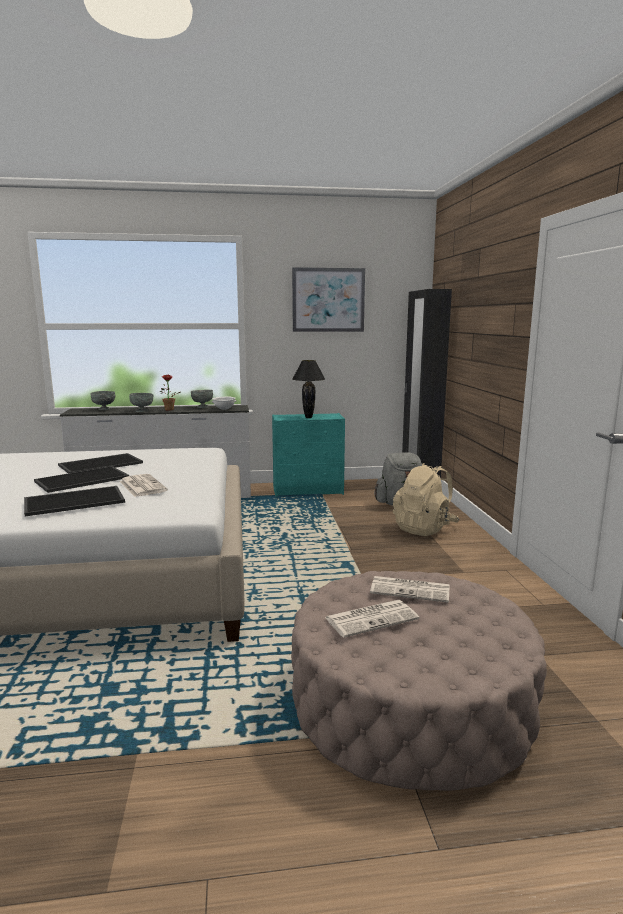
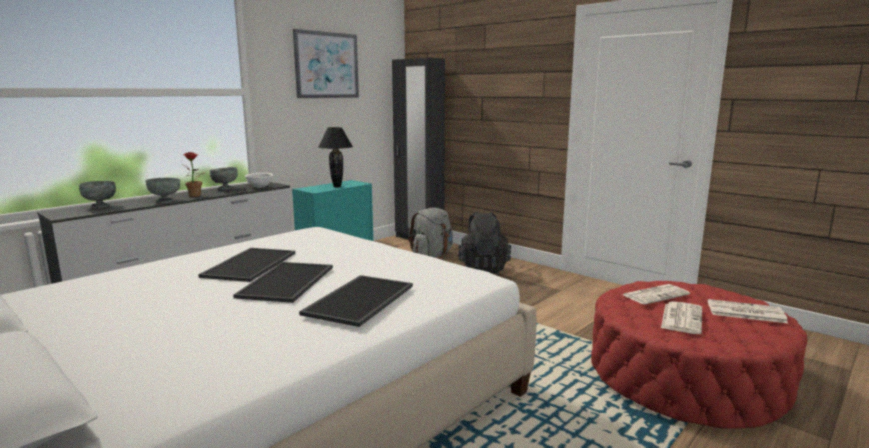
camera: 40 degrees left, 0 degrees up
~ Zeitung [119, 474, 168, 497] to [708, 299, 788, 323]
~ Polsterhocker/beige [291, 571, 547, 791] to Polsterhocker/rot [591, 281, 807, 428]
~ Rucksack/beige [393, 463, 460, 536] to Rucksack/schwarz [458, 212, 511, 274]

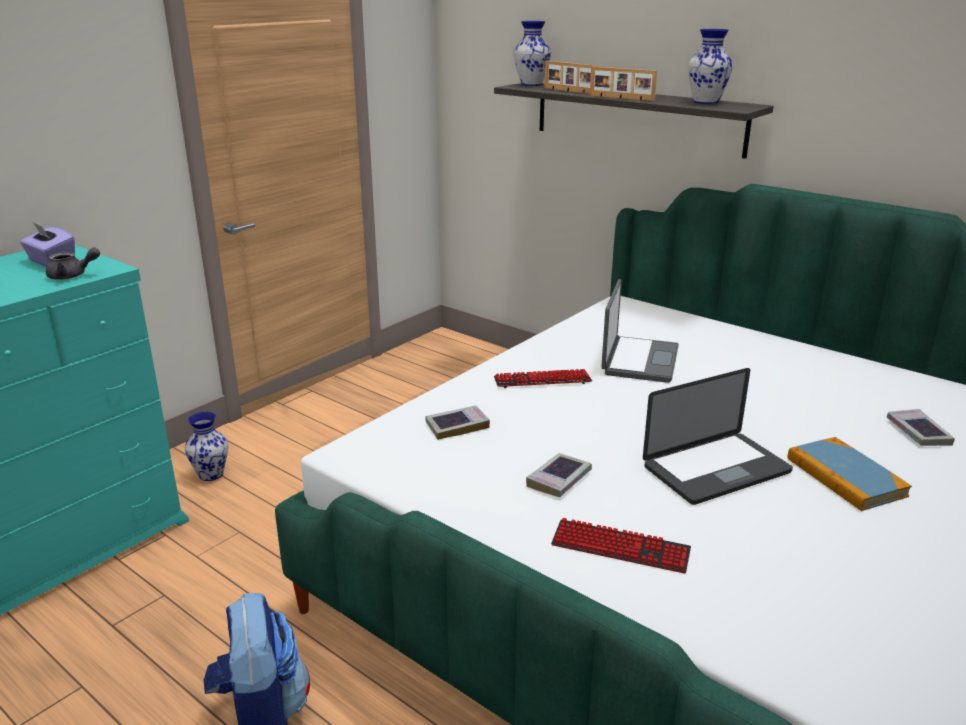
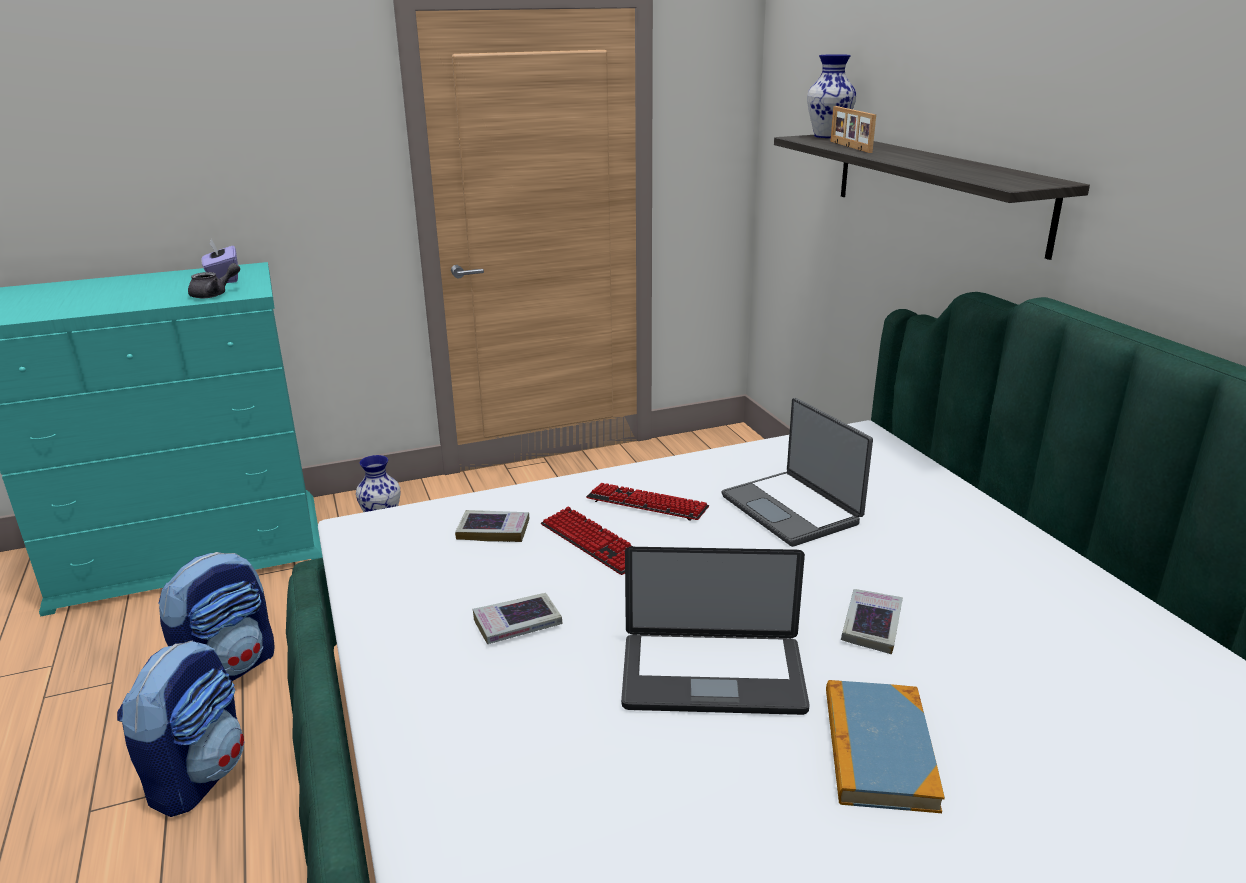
camera: 30 degrees right, 0 degrees up
- Bilderrahmen [590, 66, 657, 101]
- Vase [688, 29, 733, 104]
+ Rucksack [158, 552, 275, 681]
~ Tastatur [551, 518, 691, 574] to [541, 506, 633, 575]
~ Buch [886, 409, 955, 446] to [841, 589, 903, 654]
~ Teekanne/grau [46, 247, 100, 280] = [188, 263, 240, 298] 60 degrees counterclockwise
~ Laptop [601, 279, 679, 383] = [722, 398, 873, 547] 105 degrees clockwise

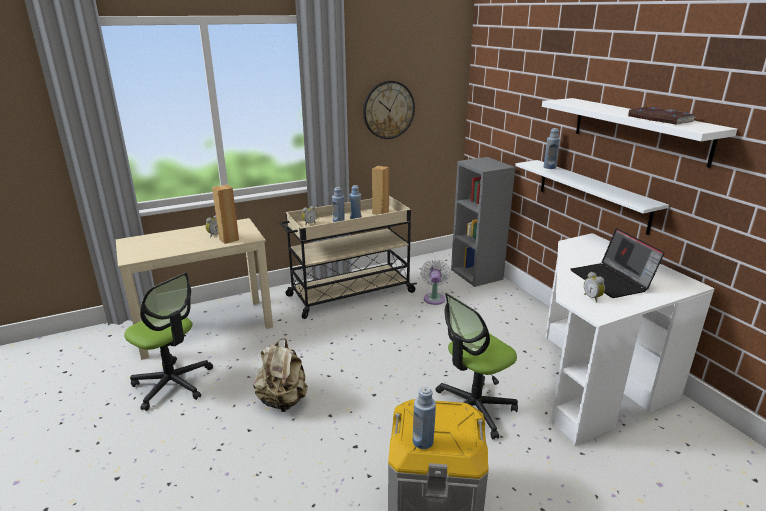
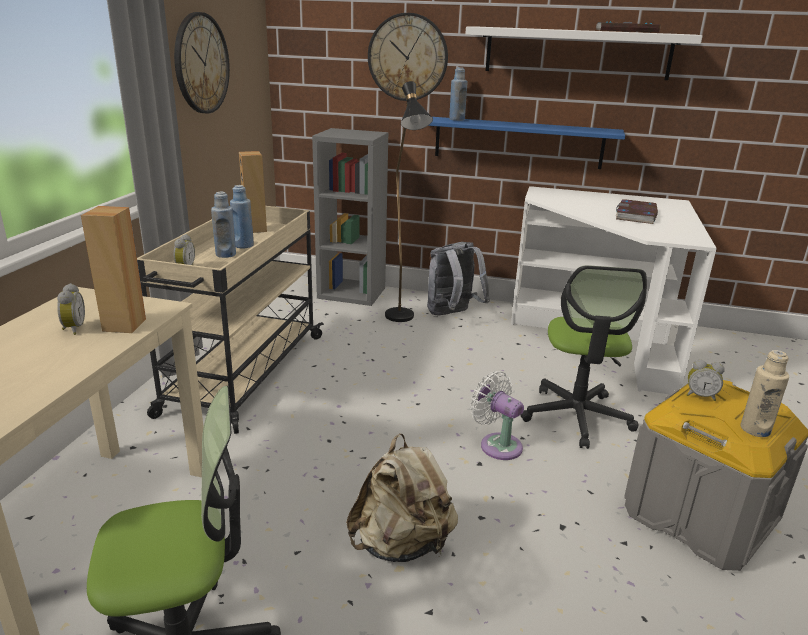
camera: 50 degrees left, 0 degrees up
+ Wanduhr [368, 13, 448, 101]
+ Stehlampe/schwarz [385, 81, 433, 322]
+ Rucksack/grau [427, 242, 490, 316]
~ Ventilator/weiß [421, 259, 450, 305] to [470, 371, 524, 460]
~ Wecker [584, 272, 605, 303] to [687, 359, 725, 401]
~ Laptop [571, 228, 665, 298] to Buch [616, 199, 658, 224]
~ Flasche/blau [413, 387, 436, 449] to Flasche/beige [741, 350, 789, 437]
~ Wandregal/weiß [515, 160, 669, 235] to Wandregal/blau [428, 117, 625, 169]

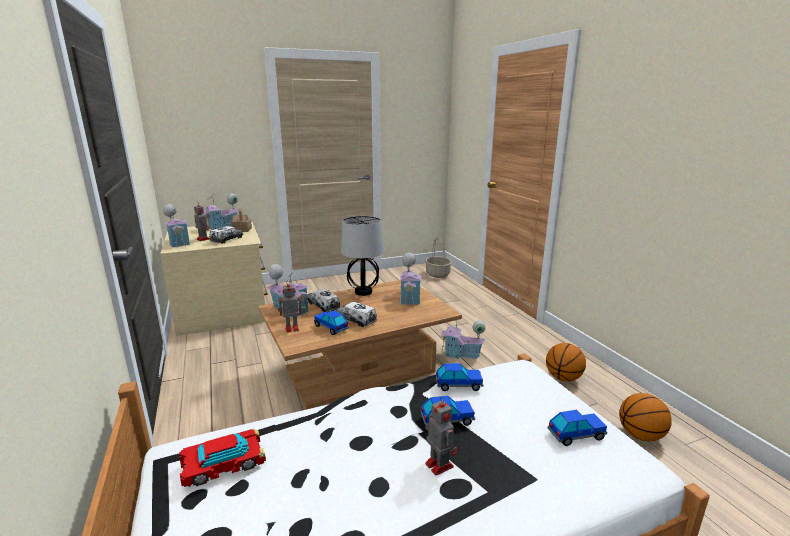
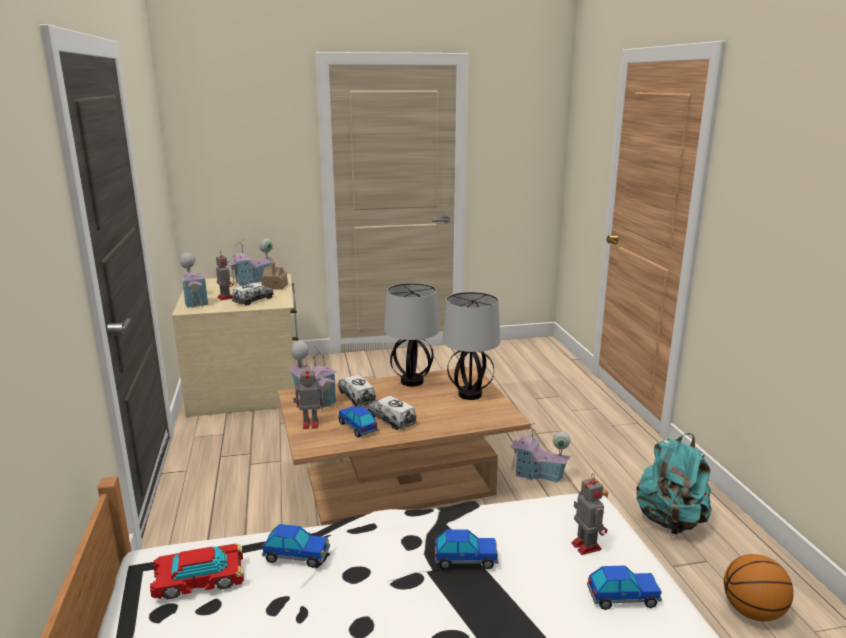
camera: 10 degrees right, 0 degrees up
- Korb [425, 237, 452, 278]
~ Spielzeugroboter [425, 397, 458, 476] to [571, 473, 607, 555]
~ Spielzeugauto [436, 363, 483, 391] to [262, 524, 330, 568]
~ Spielzeughaus [400, 253, 422, 307] to Tischlampe [442, 292, 501, 400]
~ Basketball [546, 343, 586, 381] to Rucksack/türkis [636, 433, 712, 534]

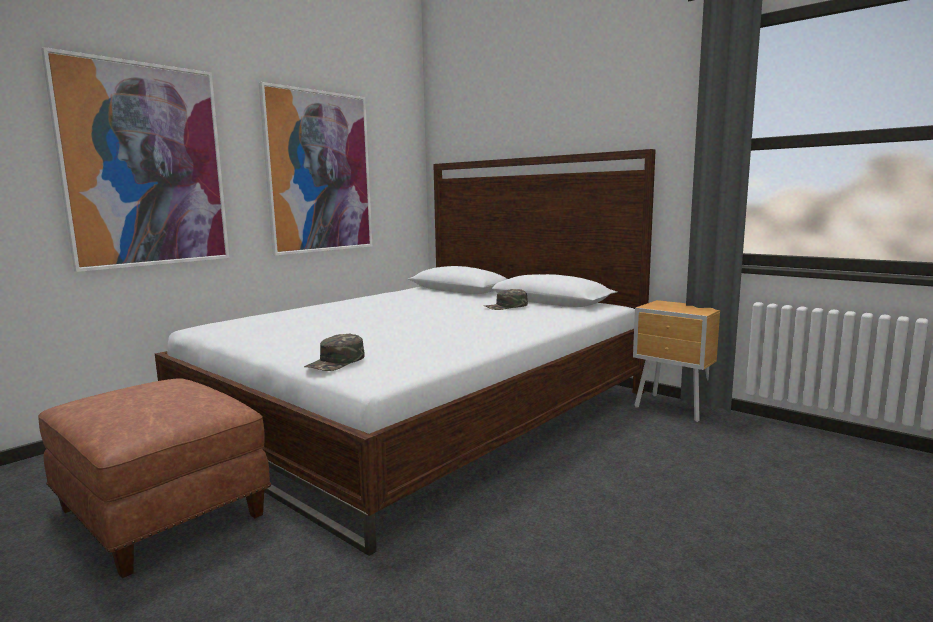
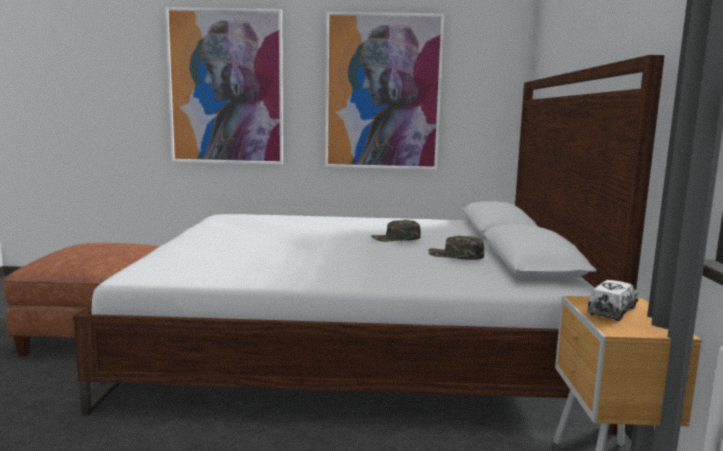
camera: 50 degrees right, 0 degrees up
+ Spielzeuglaster [587, 280, 638, 321]
~ Kappe/grün [304, 334, 365, 371] to [371, 220, 421, 242]

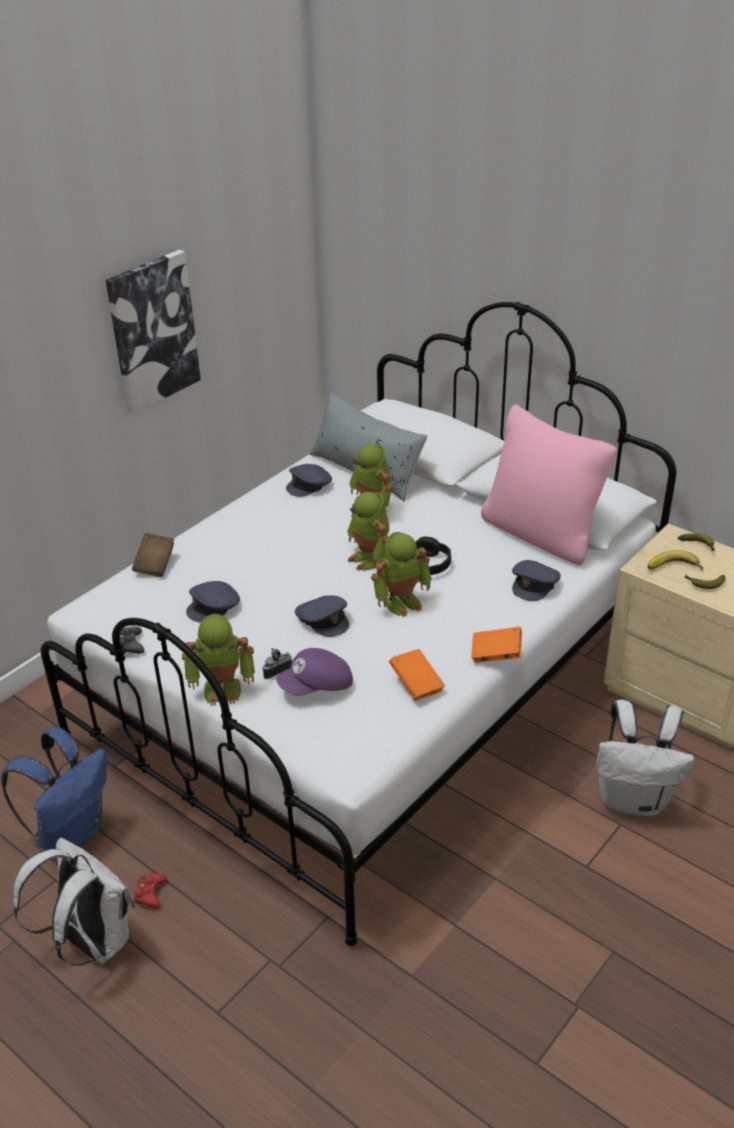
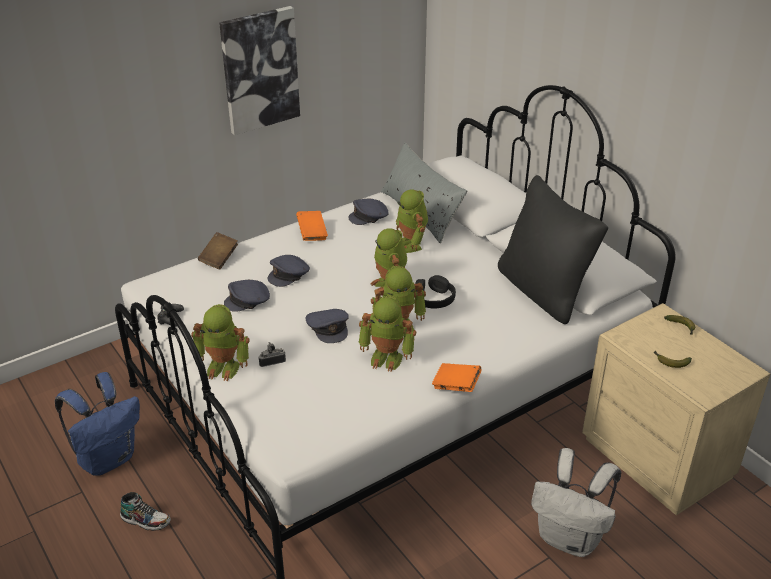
camera: 15 degrees right, 0 degrees up
- Rucksack/weiß [14, 838, 135, 966]
- Kappe/lila [277, 648, 353, 696]
- Banane [648, 550, 703, 570]
+ Spielzeugroboter [359, 296, 416, 372]
~ Buch/orange [389, 649, 445, 700] to [296, 211, 328, 241]
~ Kappe/grau [512, 560, 561, 601] to [267, 255, 310, 287]
~ Gamepad/rot [134, 874, 167, 908] to Schuh [120, 492, 171, 531]
~ Kissen/rosa [481, 405, 617, 565] to Kissen/schwarz [498, 175, 608, 324]

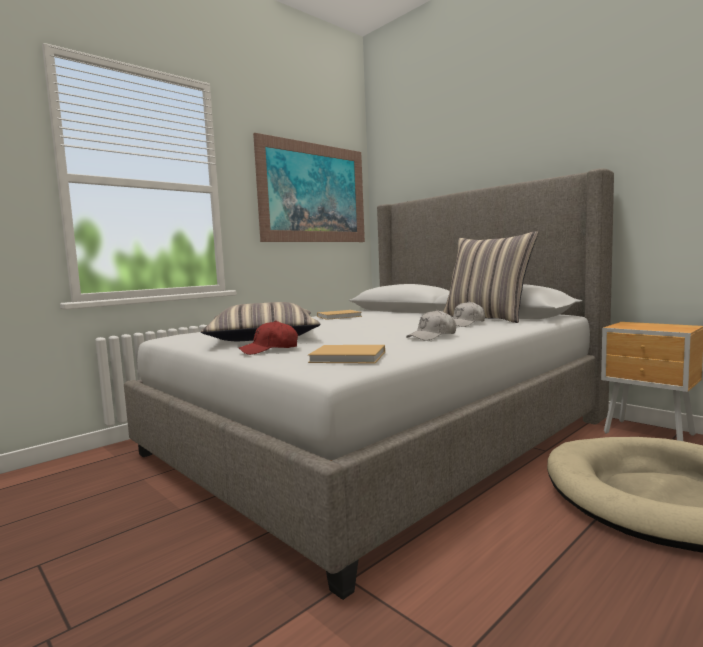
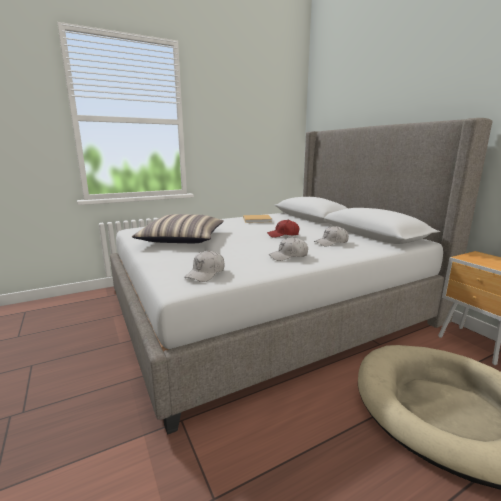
camera: 15 degrees right, 10 degrees up
- Bild [253, 133, 365, 242]
- Kissen [443, 231, 538, 323]
~ Kappe/rot [238, 321, 298, 355] to [267, 220, 299, 238]
~ Buch/beige [308, 345, 385, 364] to Kappe/weiß [184, 250, 224, 282]

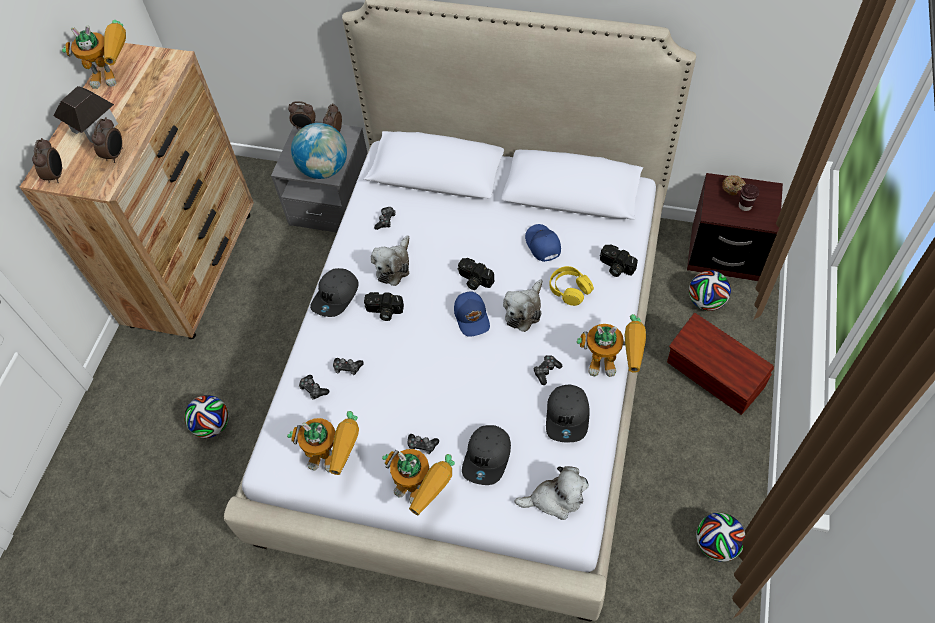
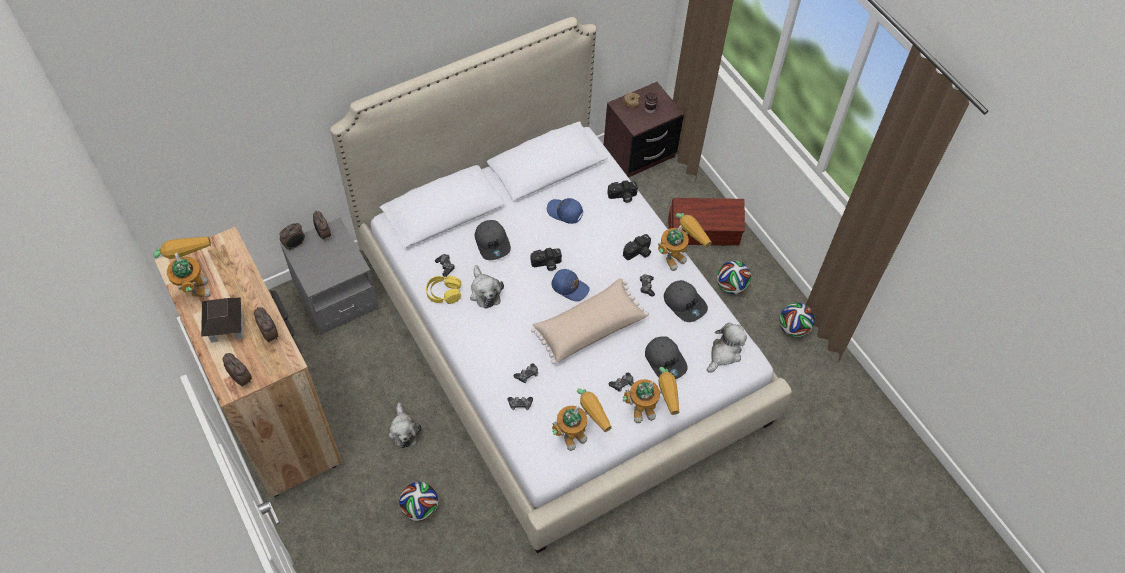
camera: 50 degrees left, 0 degrees up
- Globus [291, 123, 347, 179]
+ Kissen/beige [531, 278, 649, 364]
~ Kappe/grau [310, 268, 359, 317] to [475, 220, 511, 260]
~ Kamera [364, 292, 404, 321] to [623, 234, 651, 260]
~ Plüschtier [503, 279, 543, 332] to [389, 403, 421, 448]
~ Kopfhörer/gelb [550, 266, 594, 306] to [426, 276, 461, 304]
~ Fußball [689, 270, 731, 311] to [717, 261, 751, 295]
~ Spielzeugroboter [62, 20, 126, 89] = [153, 236, 211, 298] 60 degrees counterclockwise

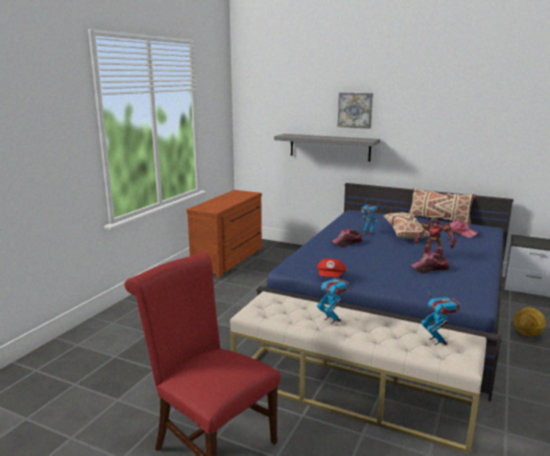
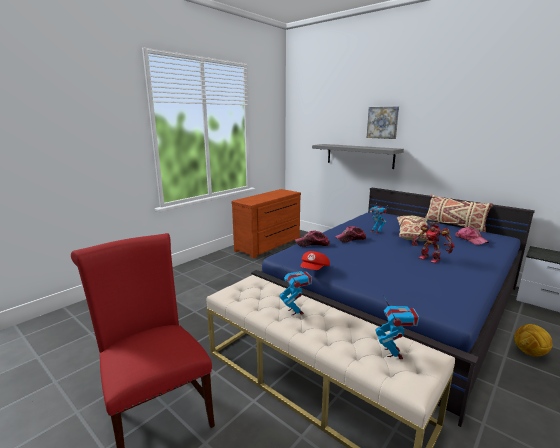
camera: 15 degrees right, 0 degrees up
~ Kappe [410, 252, 450, 274] to [295, 231, 330, 247]

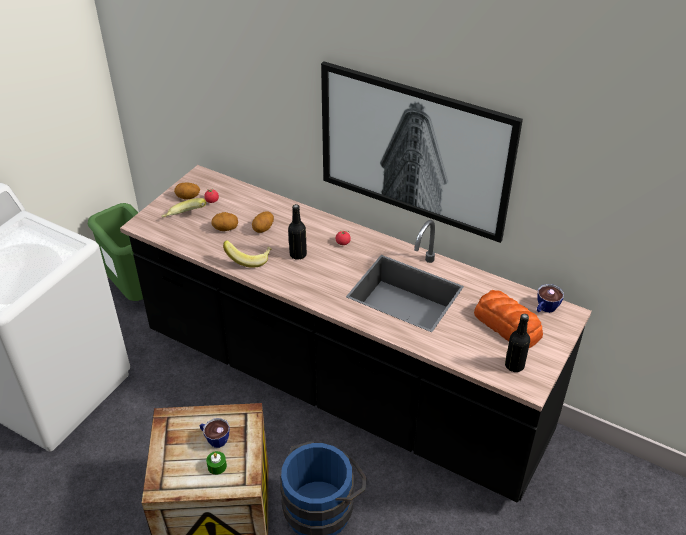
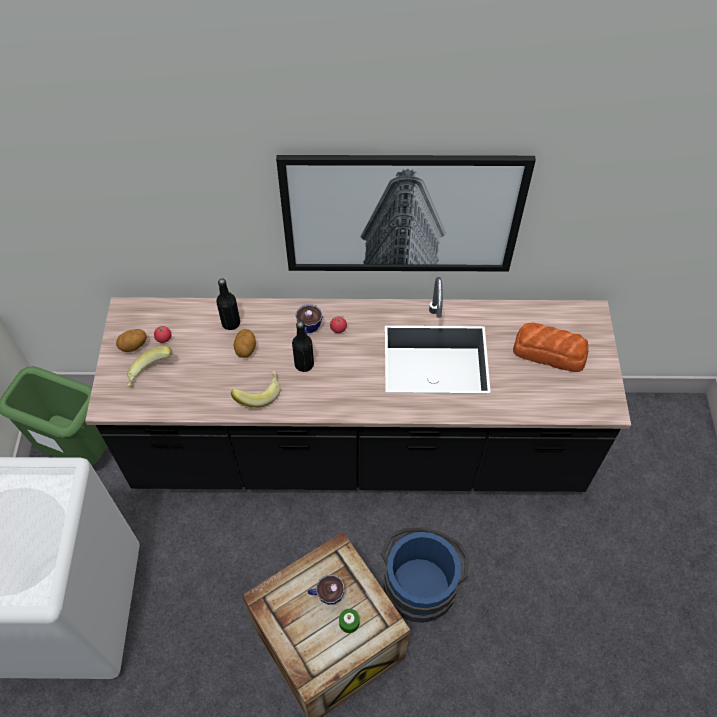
camera: 30 degrees left, 15 degrees up
- Kartoffel [212, 212, 238, 231]
~ Flasche/schwarz [505, 314, 530, 372] to [216, 279, 240, 330]
~ Tasse [537, 284, 564, 313] to [295, 304, 323, 335]

